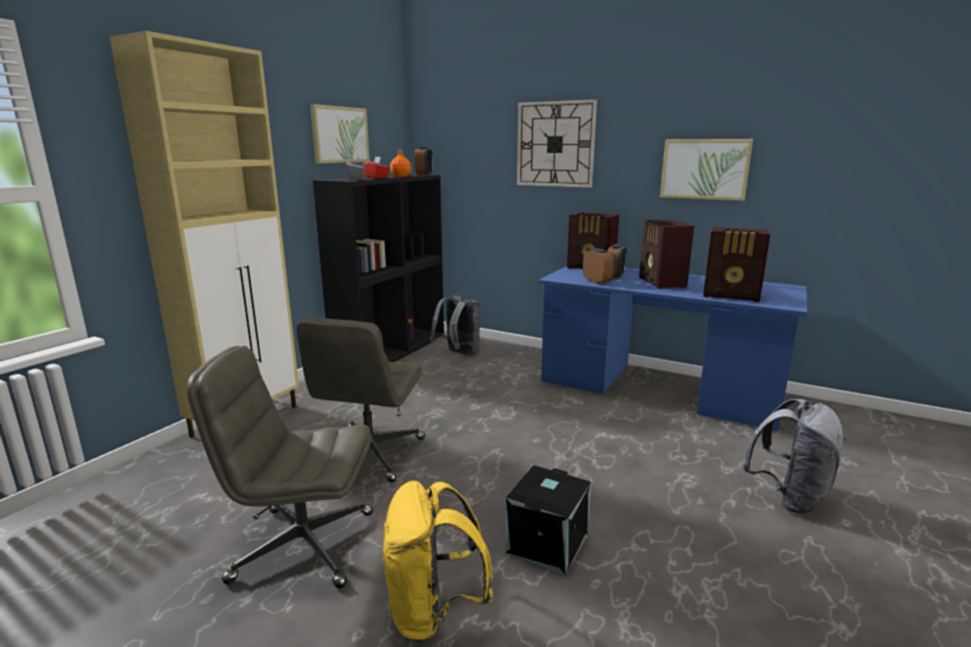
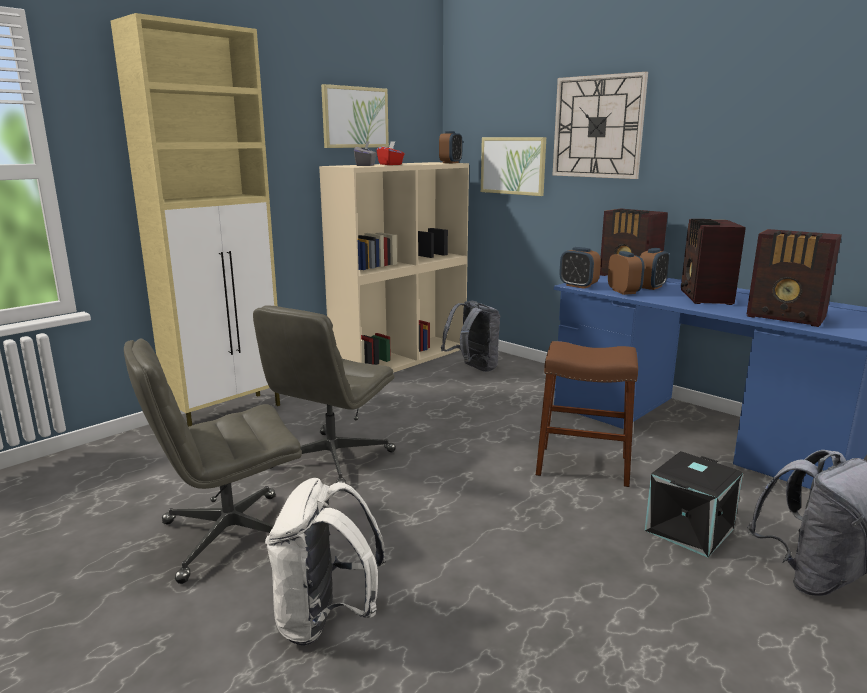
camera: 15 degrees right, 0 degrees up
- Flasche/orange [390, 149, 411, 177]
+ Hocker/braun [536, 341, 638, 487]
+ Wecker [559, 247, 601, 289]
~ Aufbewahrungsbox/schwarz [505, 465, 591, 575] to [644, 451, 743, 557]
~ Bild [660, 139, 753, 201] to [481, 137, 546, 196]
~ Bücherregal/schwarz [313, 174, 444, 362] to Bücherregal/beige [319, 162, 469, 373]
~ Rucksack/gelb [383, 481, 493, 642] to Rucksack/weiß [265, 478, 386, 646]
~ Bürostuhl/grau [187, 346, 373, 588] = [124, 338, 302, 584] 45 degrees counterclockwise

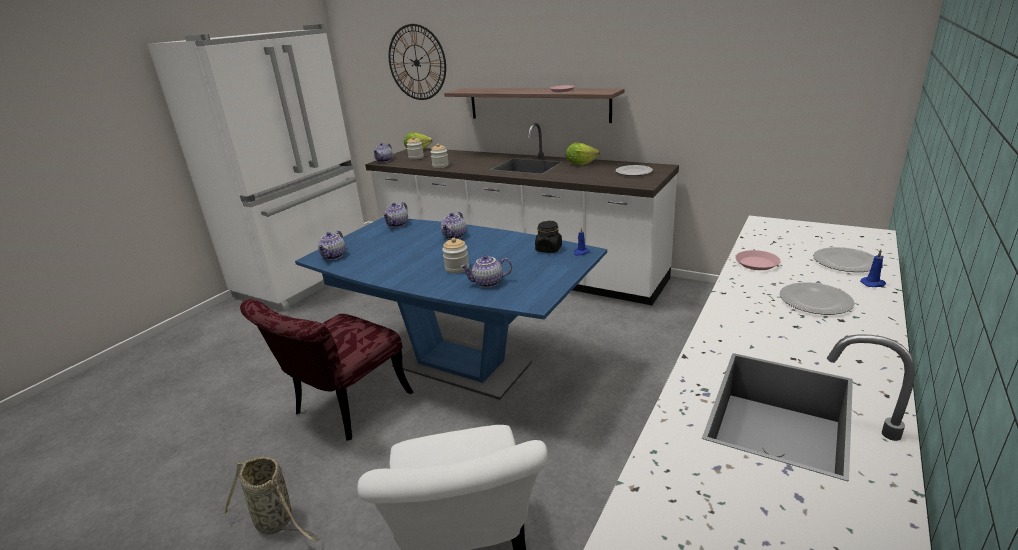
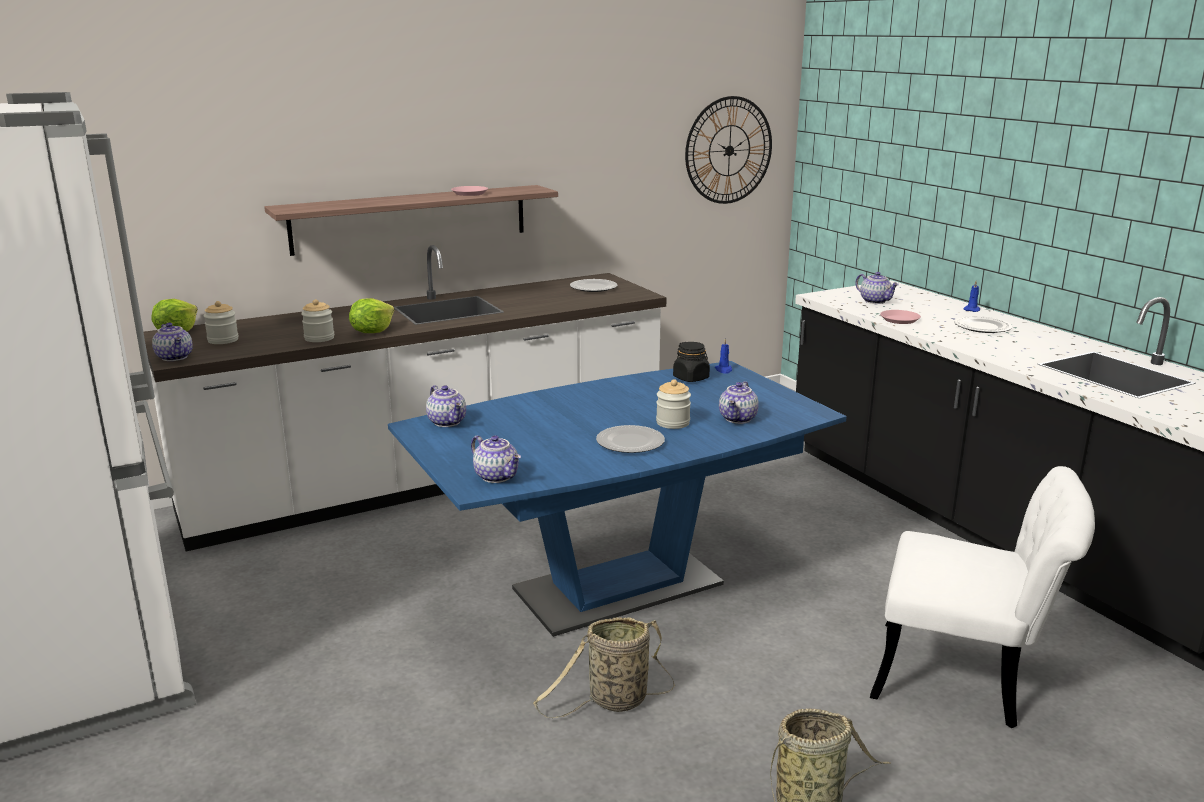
camera: 60 degrees left, 5 degrees down
~ Wanduhr [389, 24, 446, 100] to [685, 96, 772, 204]
~ Teekanne [441, 212, 466, 239] to [856, 272, 899, 304]
~ Salatkopf [566, 143, 600, 165] to [349, 298, 394, 333]
~ Teller [813, 247, 874, 272] to [596, 425, 665, 453]
~ Stuhl/rot [240, 299, 413, 441] to Korb [533, 617, 675, 718]

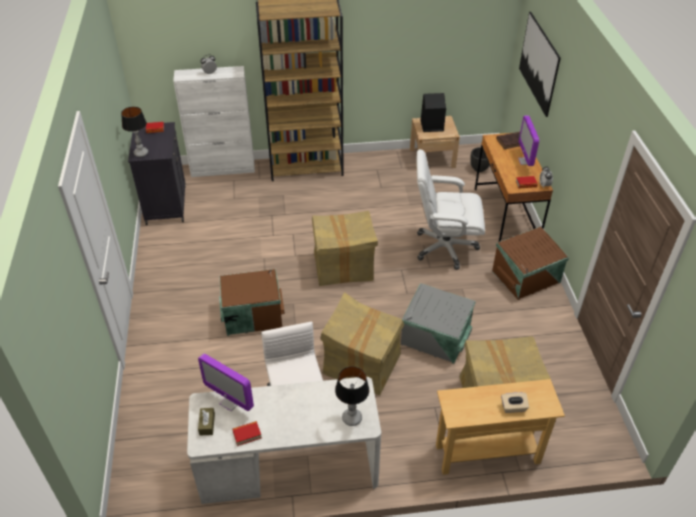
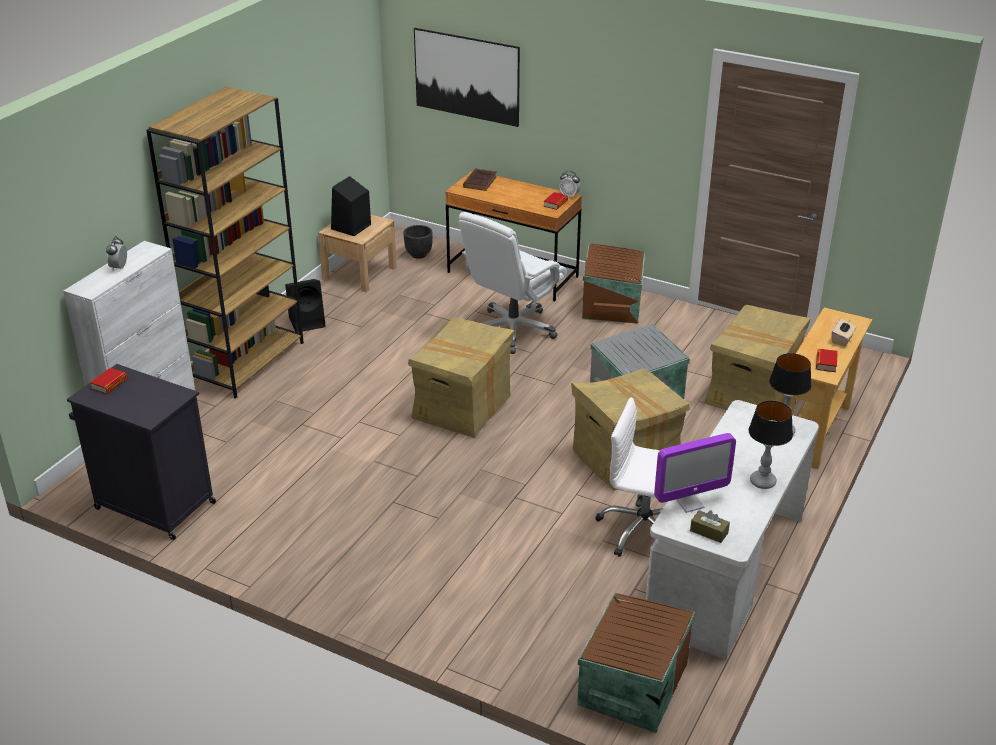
camera: 55 degrees left, 10 degrees down
- Monitor [518, 115, 539, 166]
+ Lautsprecher/schwarz [285, 279, 326, 332]
~ Tischlampe [121, 107, 148, 157] to [748, 401, 793, 489]
~ Aufbewahrungsbox/braun [219, 269, 285, 336] to [577, 593, 695, 733]
~ Buch [232, 421, 262, 446] to [816, 349, 838, 372]

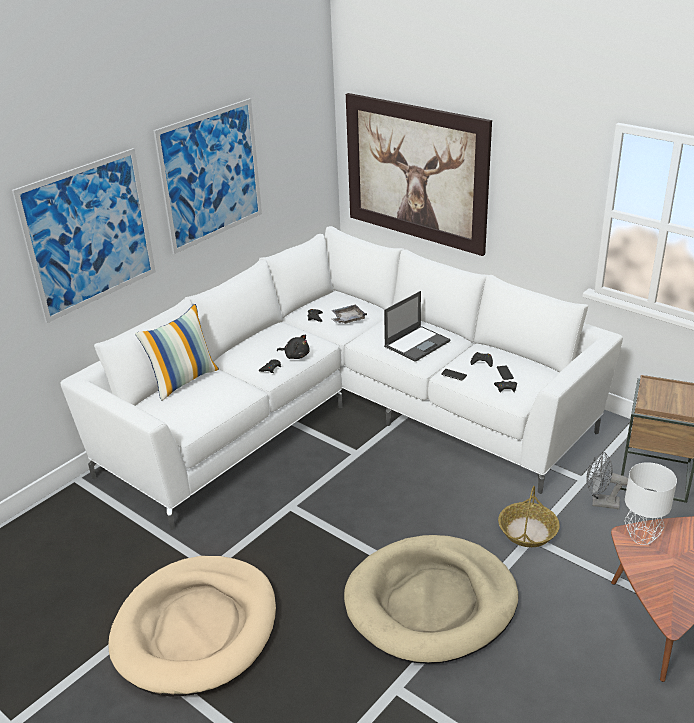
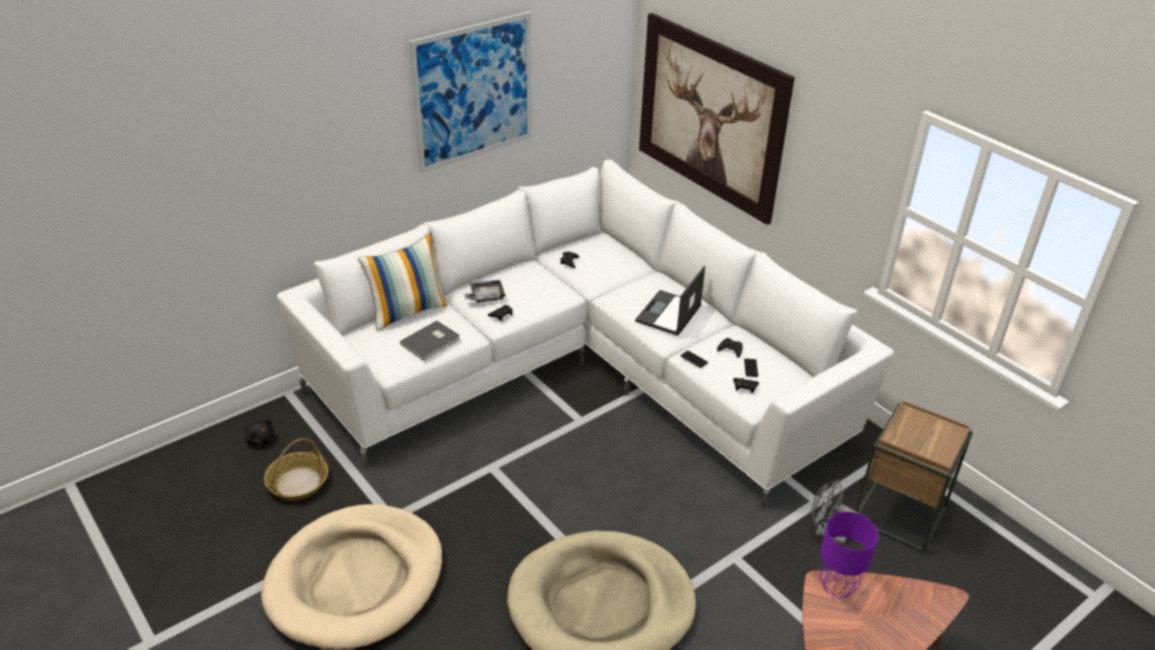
camera: 10 degrees right, 5 degrees up
- Bild [12, 148, 156, 323]
+ Buch/grau [400, 321, 460, 361]
~ Plüschtier/schwarz [277, 335, 310, 359] to [243, 420, 275, 446]
~ Tablett/grau [332, 304, 367, 324] to [464, 280, 506, 303]
~ Korb [498, 486, 560, 547] to [264, 438, 329, 501]
~ Tischlampe/weiß [624, 462, 677, 545] to Tischlampe/lila [819, 512, 879, 599]
~ Laptop [384, 291, 450, 362] = [635, 266, 705, 336] 150 degrees clockwise

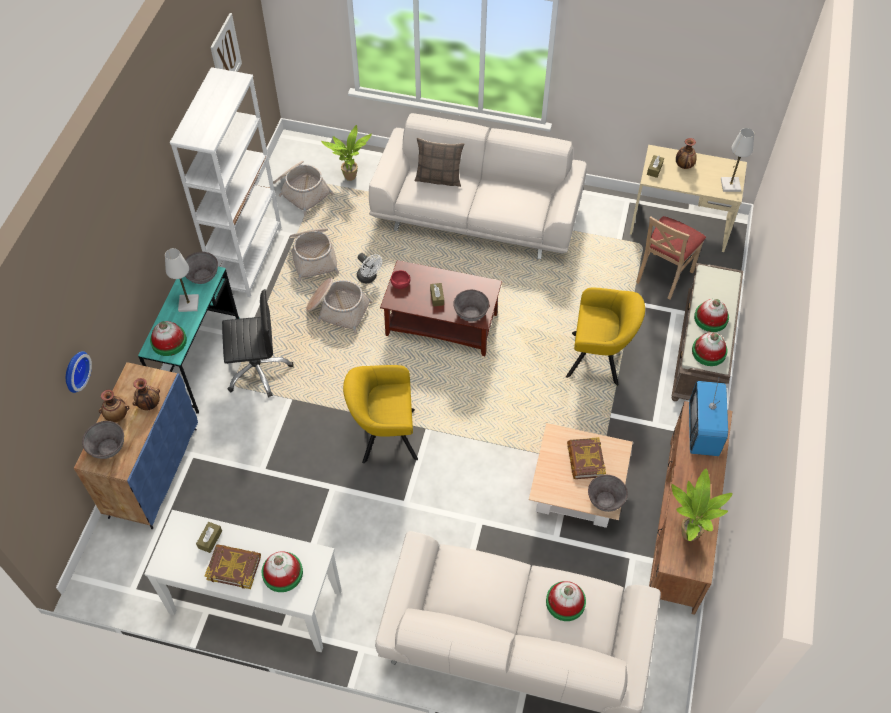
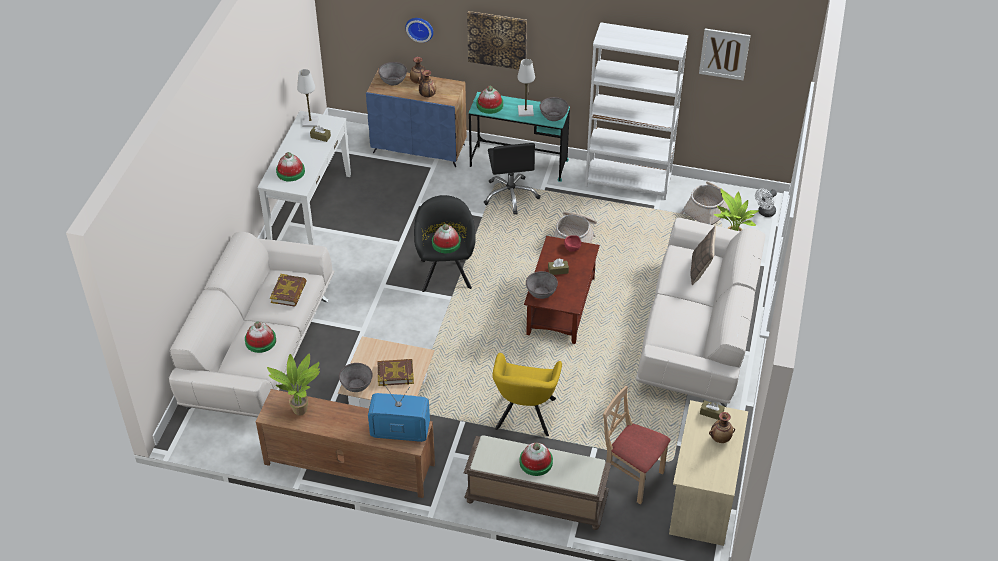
camera: 90 degrees right, 10 degrees down
- Korb [289, 228, 339, 282]
+ Bild [467, 11, 527, 70]
~ Buch [205, 544, 261, 589] to [270, 274, 307, 307]
~ Ventilator/weiß [357, 253, 382, 283] to [755, 188, 777, 217]
~ Hut [692, 332, 728, 366] to [432, 224, 461, 253]
~ Tischlampe/weiß [721, 128, 754, 192] to [297, 69, 319, 127]
~ Sessel/gelb [343, 365, 418, 463] to Sessel/schwarz [414, 195, 476, 292]

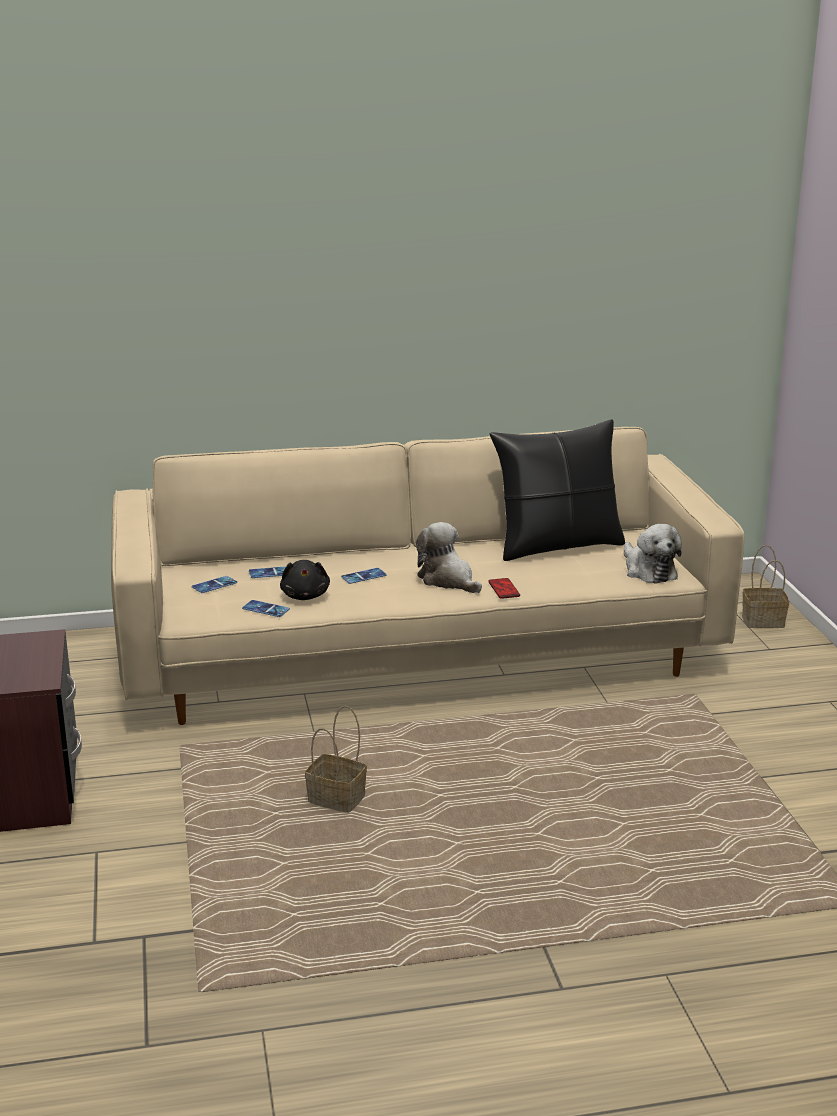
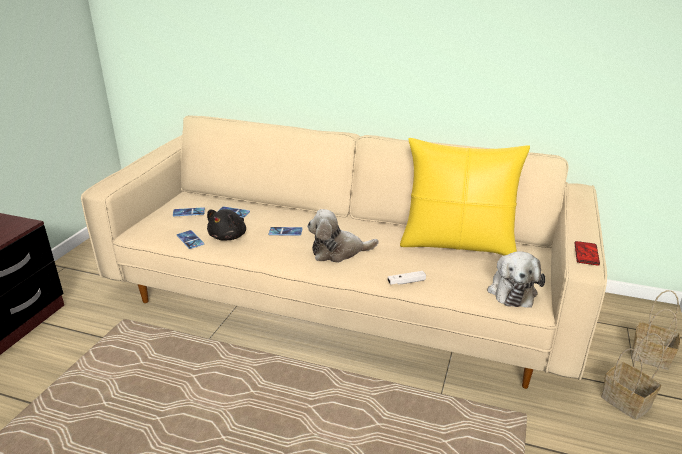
camera: 30 degrees right, 5 degrees up
+ Gamepad/weiß [388, 271, 426, 285]
~ Korb [305, 706, 367, 813] to [601, 333, 664, 420]
~ Handy [488, 578, 520, 599] to [575, 241, 600, 266]
~ Kissen/schwarz [490, 419, 625, 561] to Kissen/gelb [400, 138, 530, 256]
~ Plüschtier [416, 522, 482, 593] = [307, 209, 379, 263] 90 degrees counterclockwise

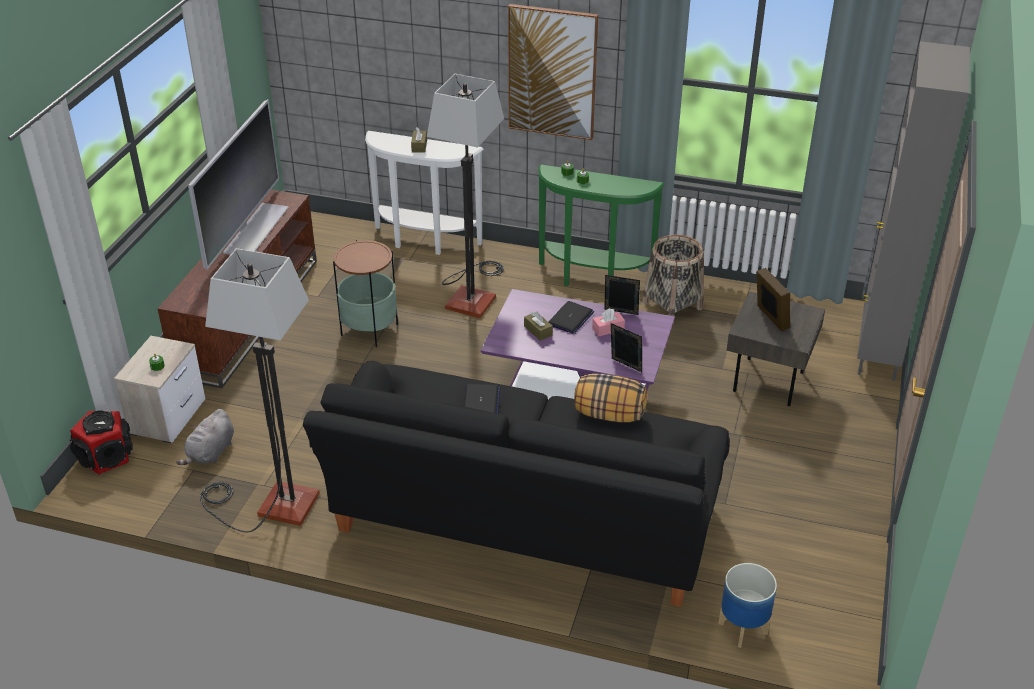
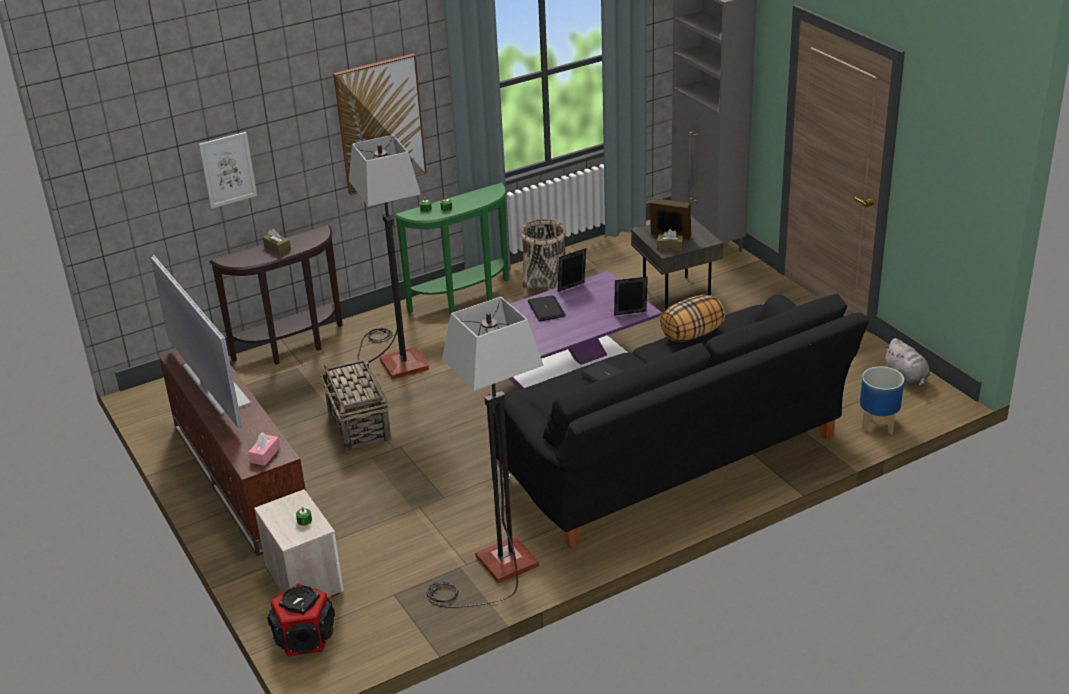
camera: 45 degrees left, 5 degrees down
+ Bild [199, 132, 257, 209]
~ Plüschtier/grau [176, 409, 234, 465] to [884, 338, 930, 387]
~ Taschentuchbox/braun [524, 311, 553, 341] to [657, 229, 683, 251]
~ Taschentuchbox/rosa [592, 308, 625, 336] to [248, 432, 280, 466]
~ Beistelltisch [333, 240, 398, 347] to Korb [320, 360, 391, 452]
~ Konsolentisch/weiß [365, 131, 484, 255] to Konsolentisch/braun [209, 225, 343, 365]

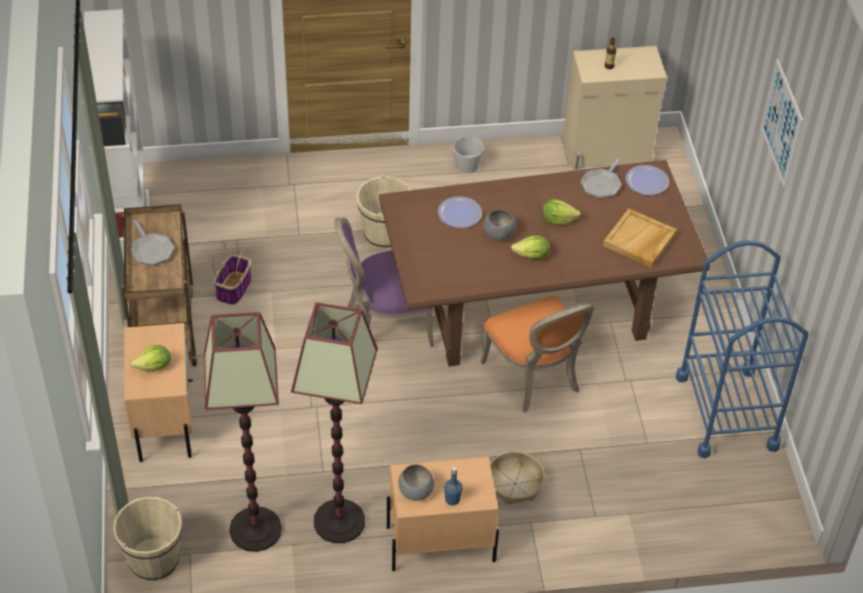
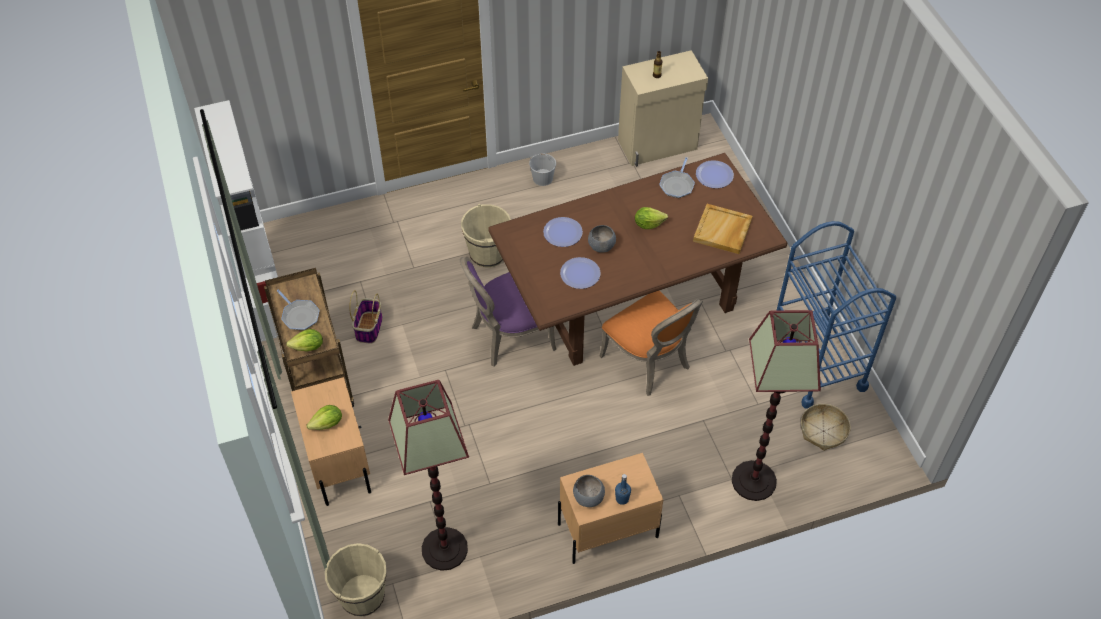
camera: 10 degrees left, 5 degrees up
- Bild [761, 59, 803, 188]
+ Teller [560, 257, 601, 289]
~ Stehlampe [291, 303, 378, 543] to [732, 310, 821, 501]
~ Korb [490, 452, 545, 504] to [801, 404, 851, 451]
~ Salatkopf [511, 235, 550, 259] to [286, 329, 323, 351]

